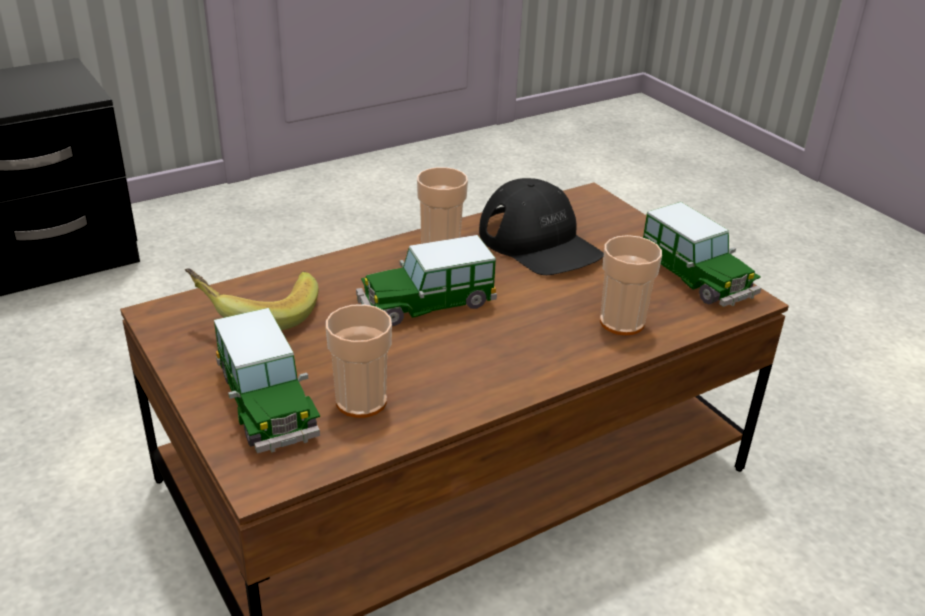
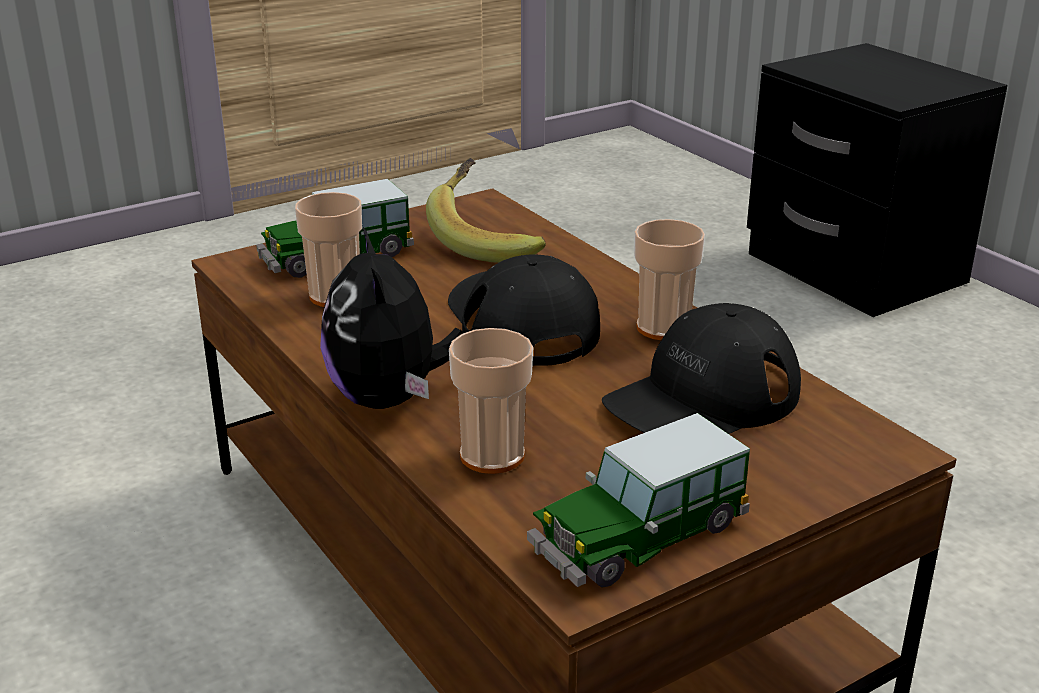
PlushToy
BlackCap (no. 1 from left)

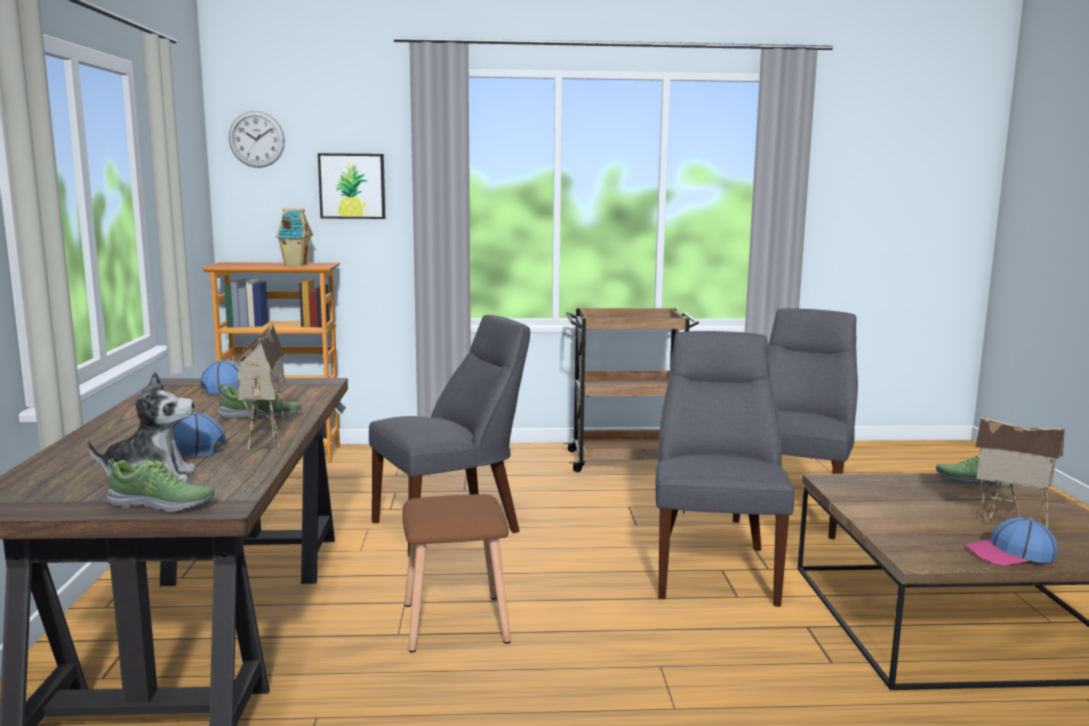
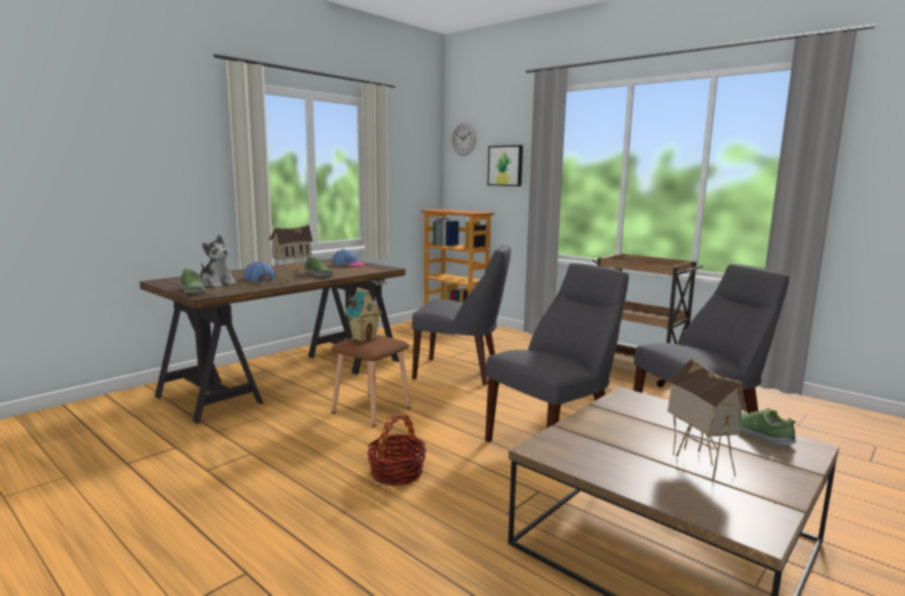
Cap (no. 3 from left in the first image)
Basket
ToyHouse (no. 2 from left)

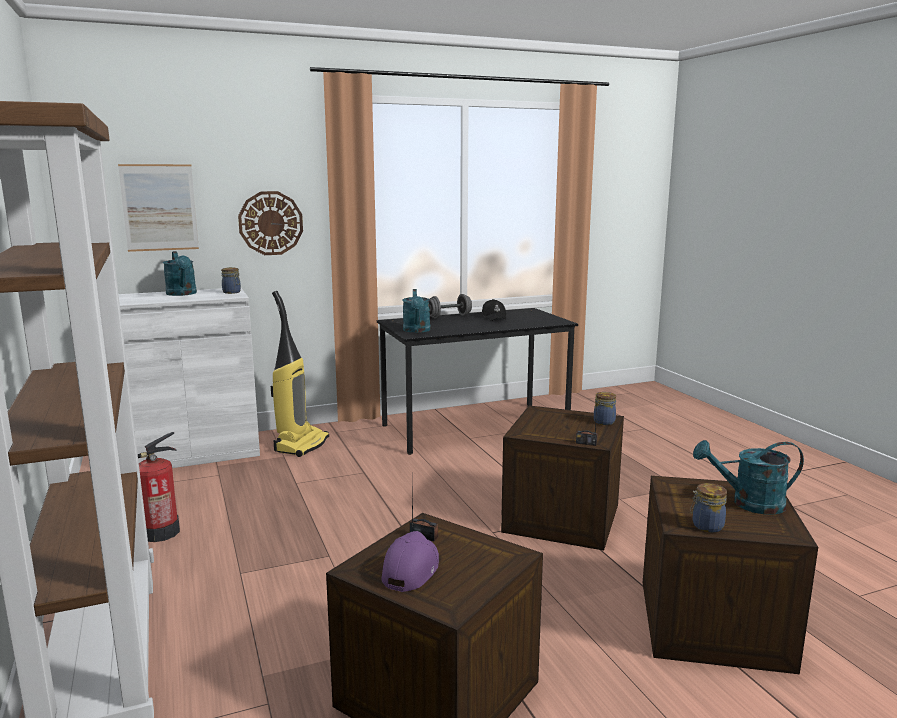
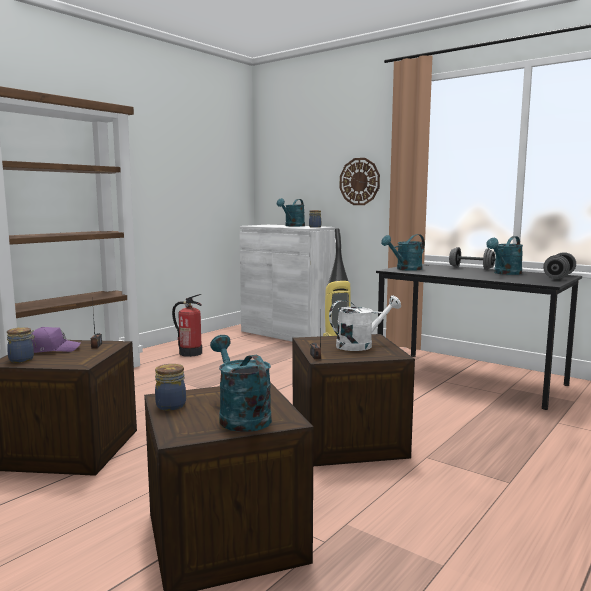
Picture
WhiteWateringCan
GreyDumbbell (no. 2 from left)
Jar (no. 1 from left)
TurquoiseWateringCan (no. 4 from left)

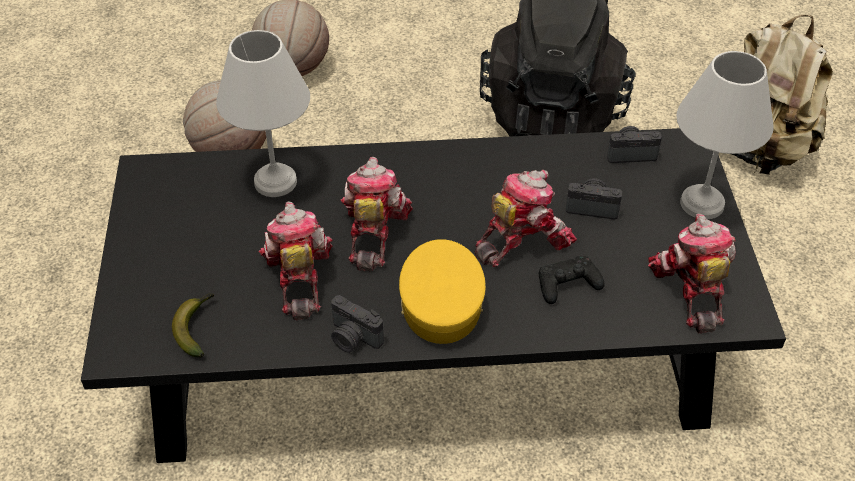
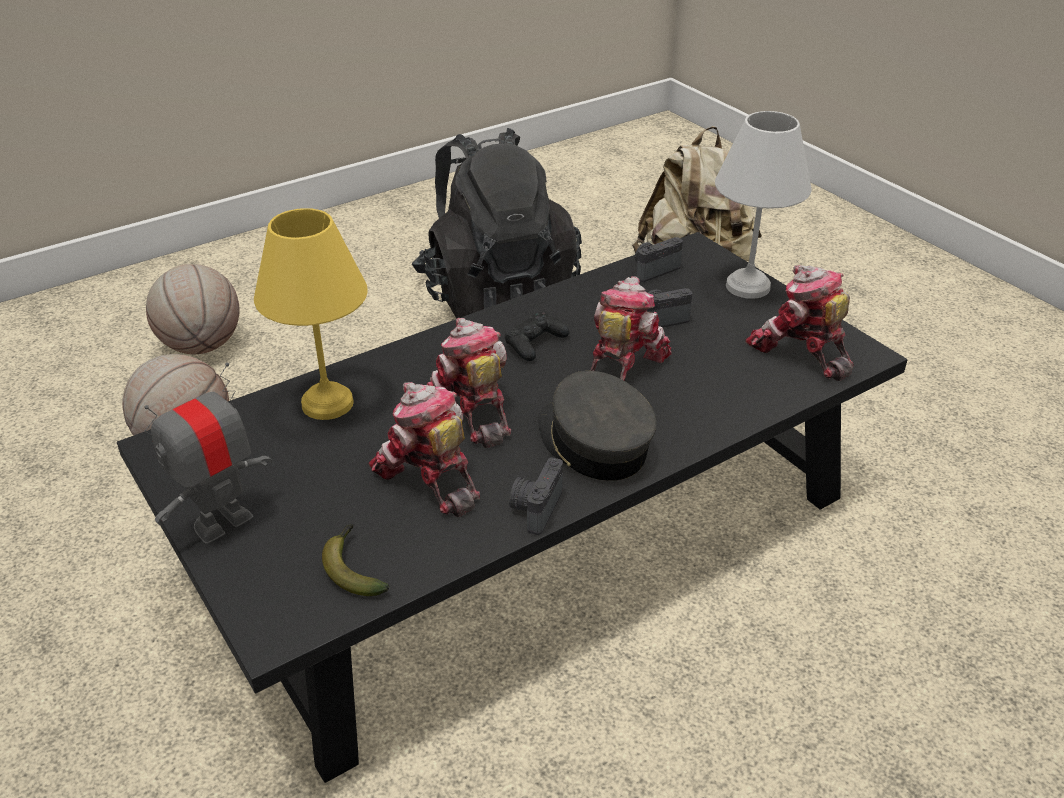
ToyRobot (no. 1 from left)
BlackGameController
YellowTableLamp
GreyCap
PhotoCamera (no. 1 from left)

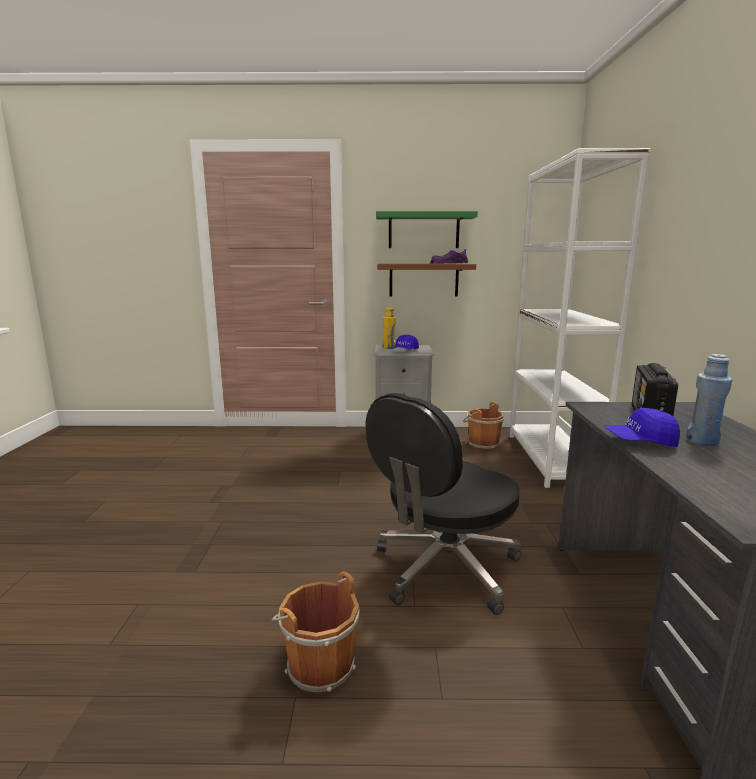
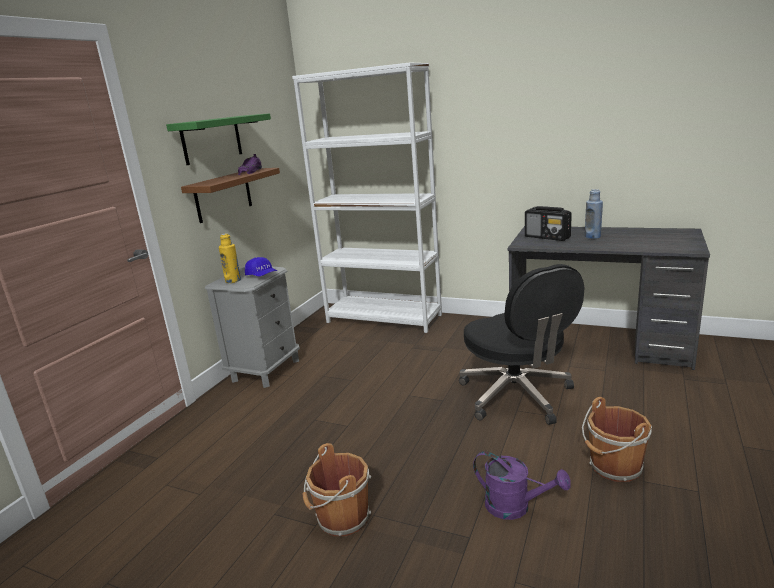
BlueCap (no. 2 from left in the first image)
PurpleWateringCan
BrownBucket (no. 1 from left)

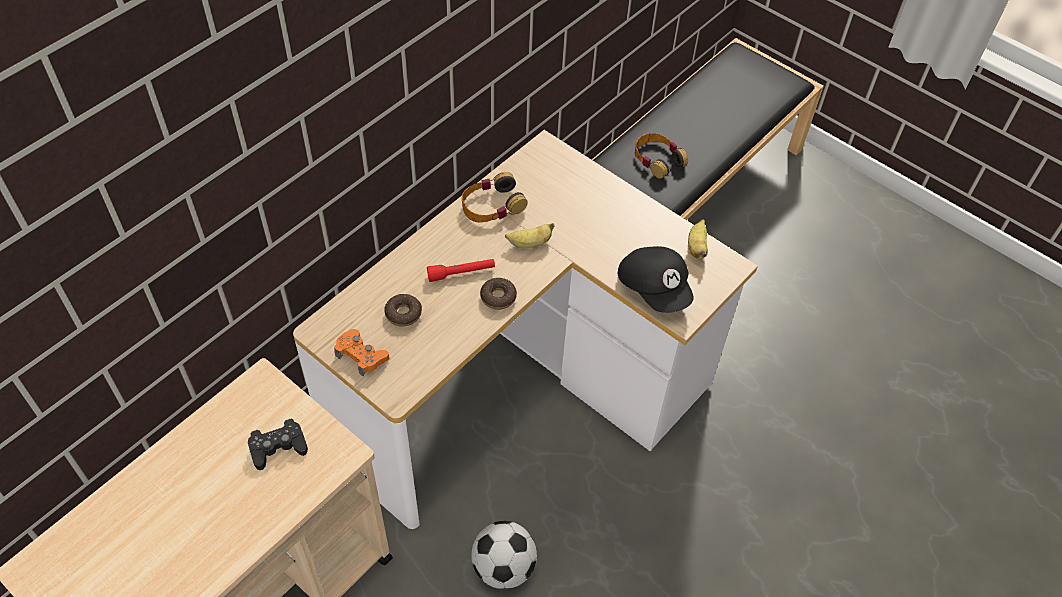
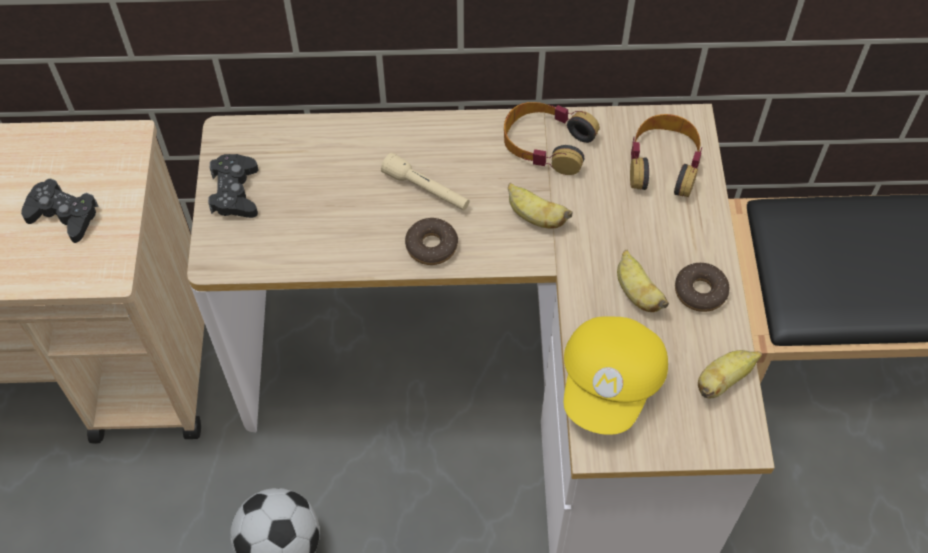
Banana (no. 2 from left)
Donut (no. 2 from left)
Headphones (no. 2 from left)
BlackGameController (no. 2 from left)
BeigeFlashlight
YellowCap

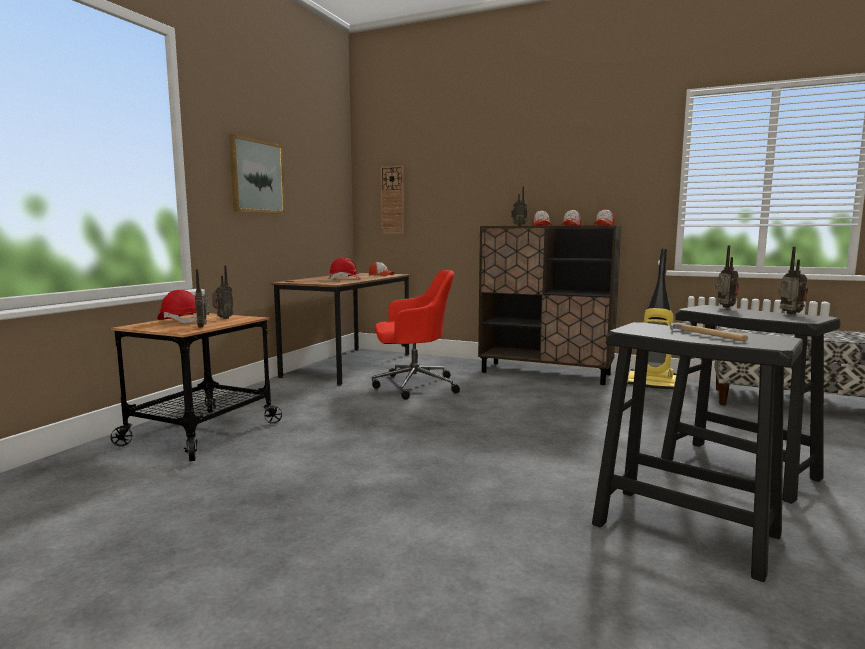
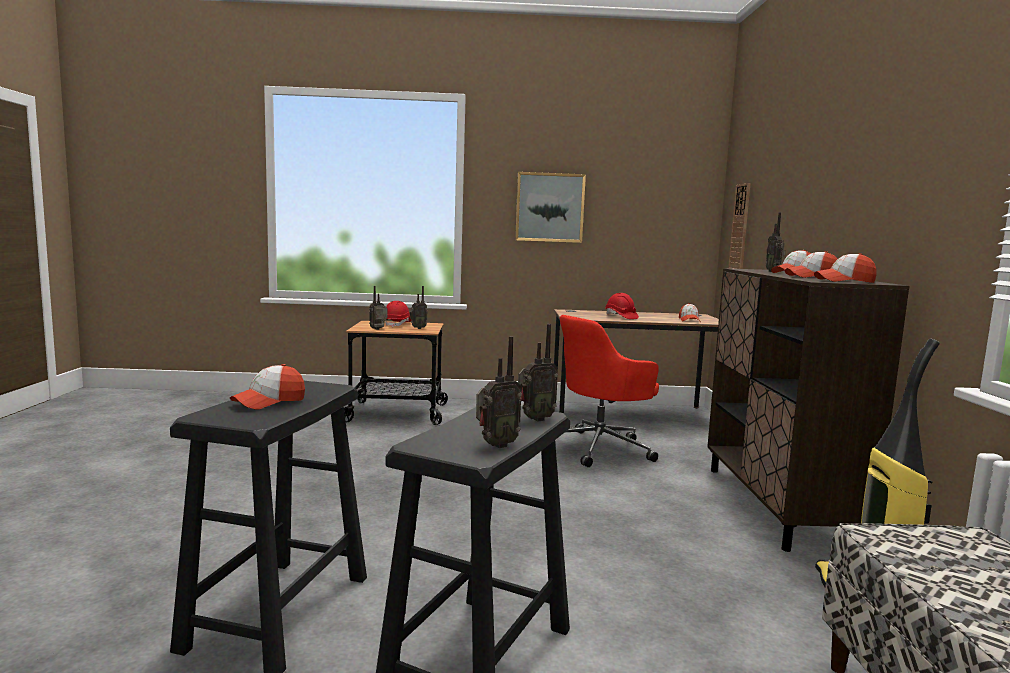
Cap (no. 1 from left)
RedOfficeChair

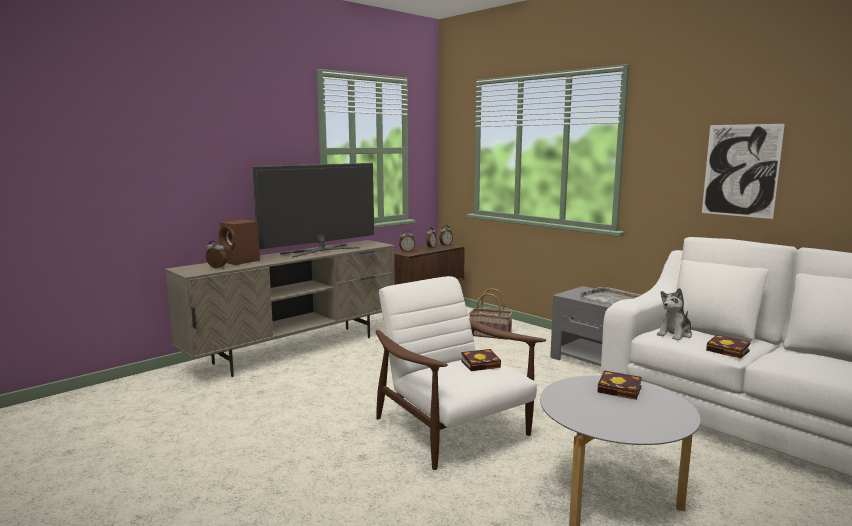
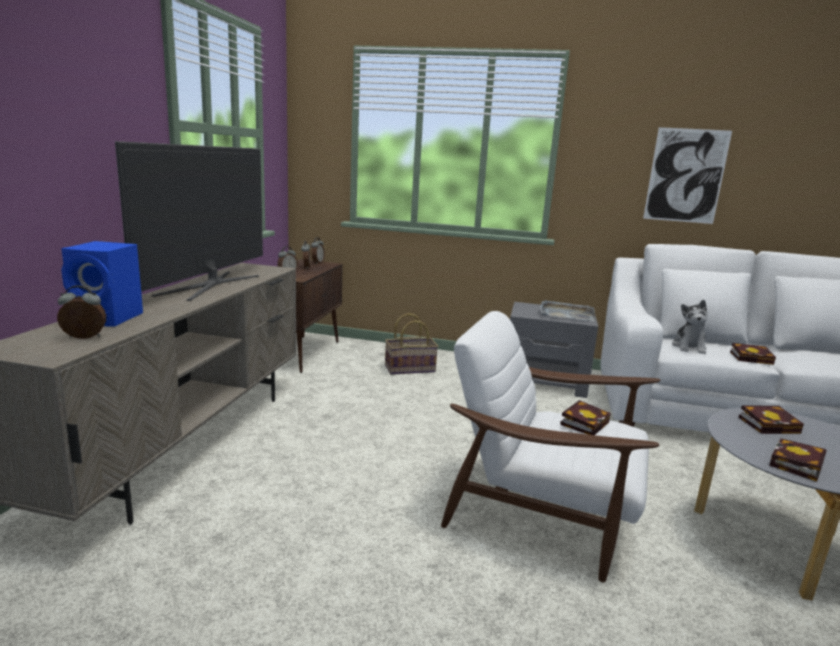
Book (no. 4 from left)
BlueSpeaker

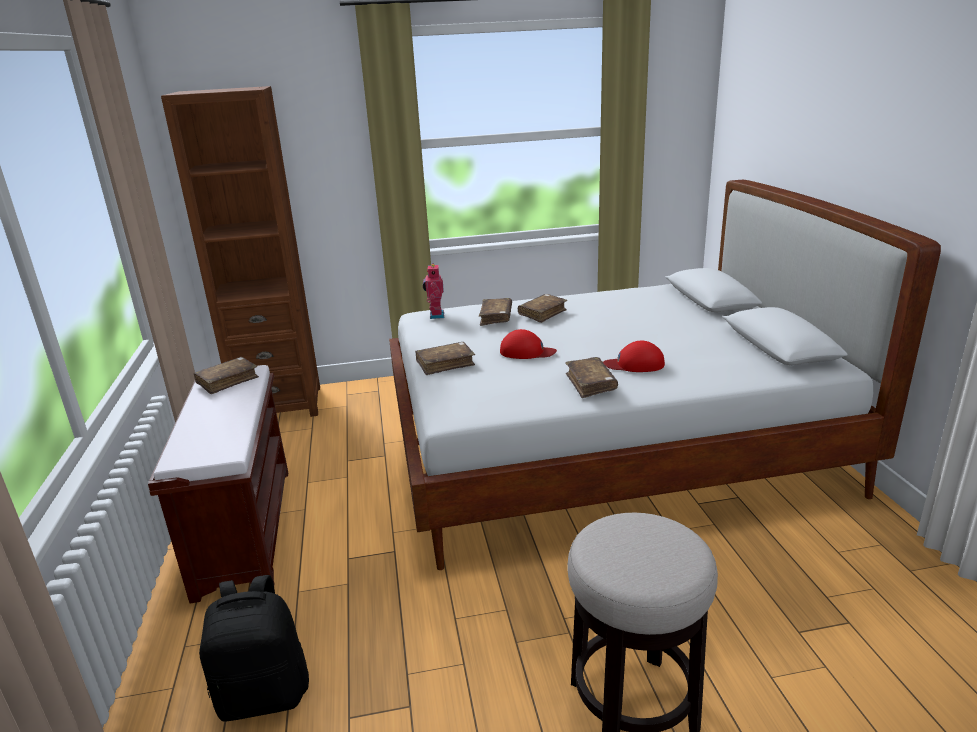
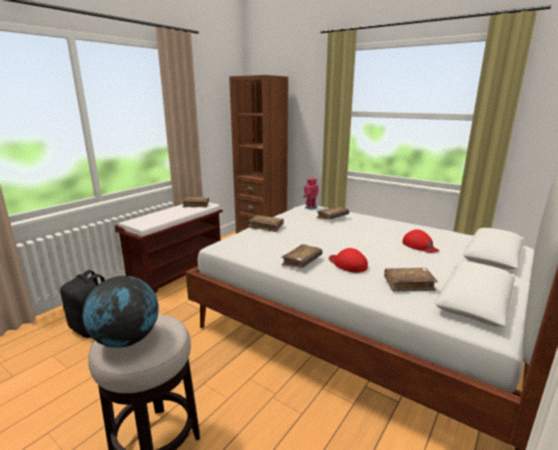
Globe
RedCap (no. 2 from left)
BrownBook (no. 5 from left)

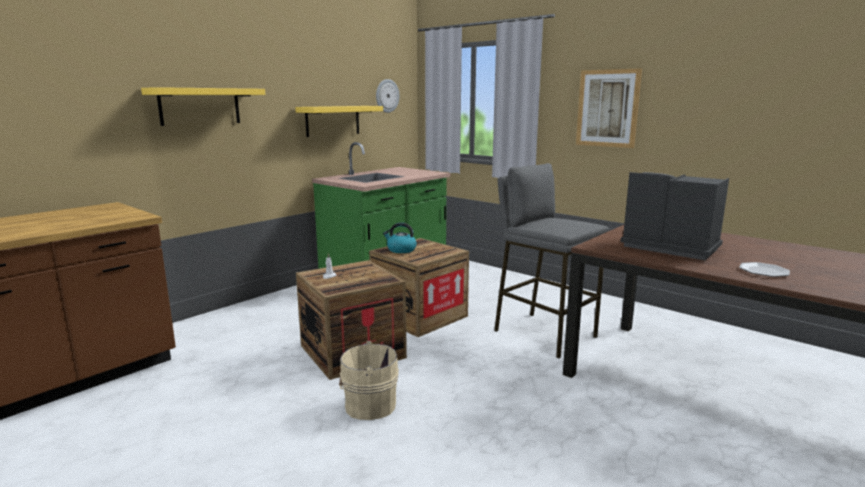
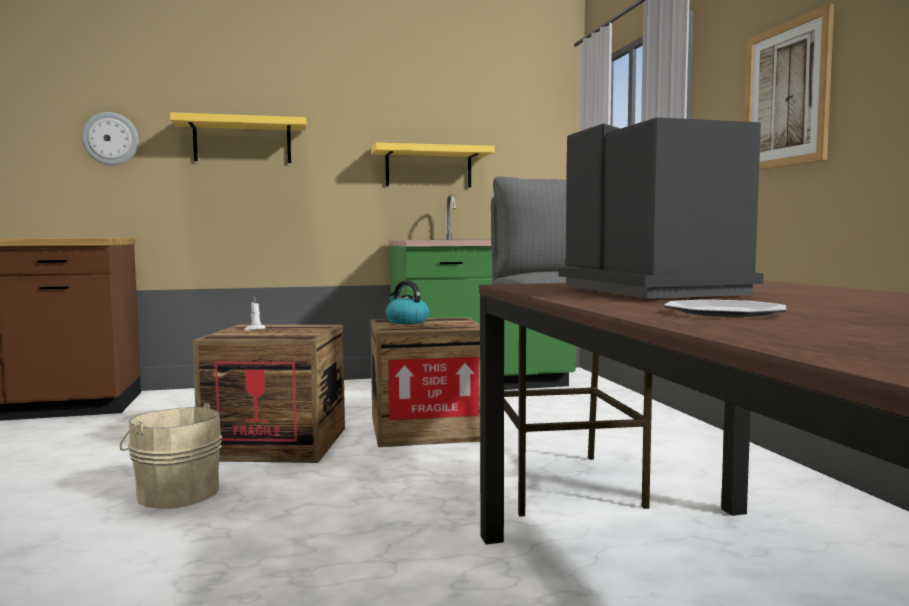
WallClock

